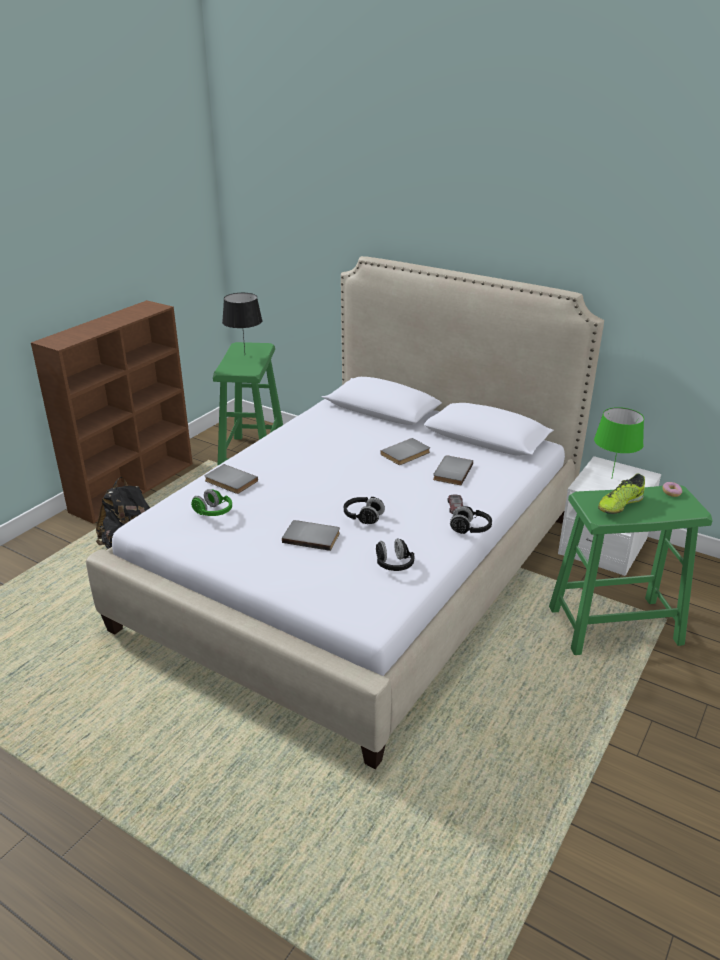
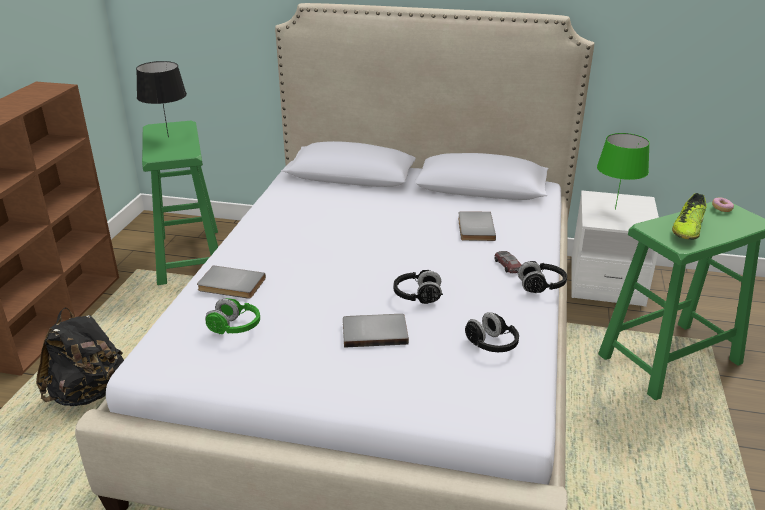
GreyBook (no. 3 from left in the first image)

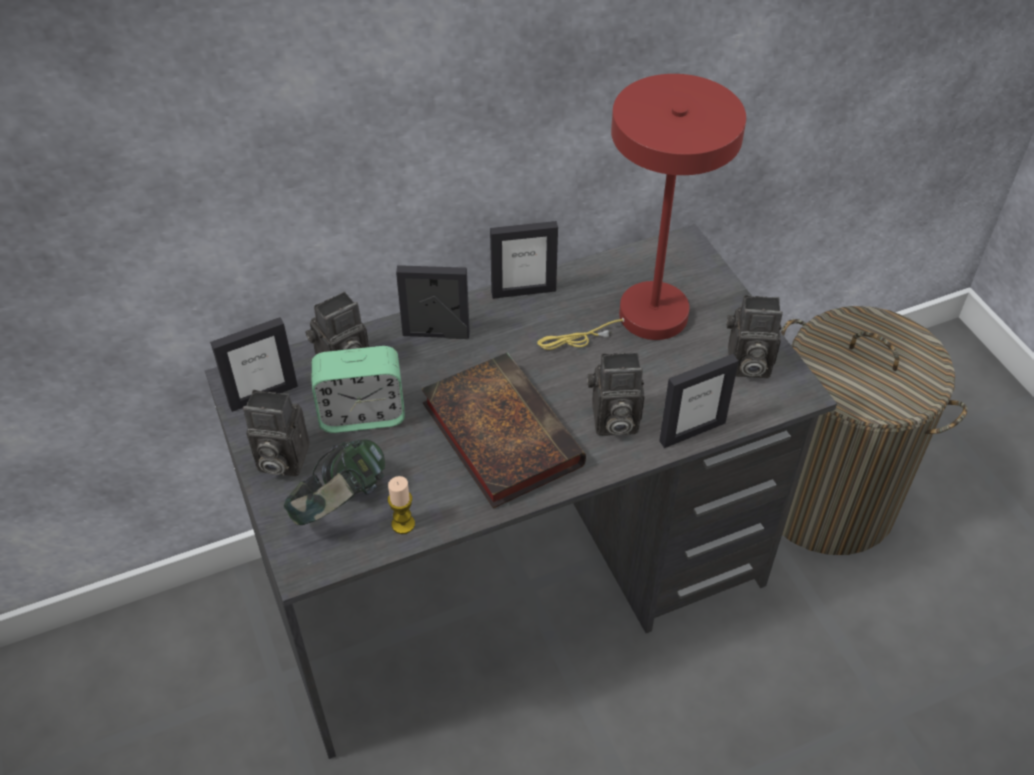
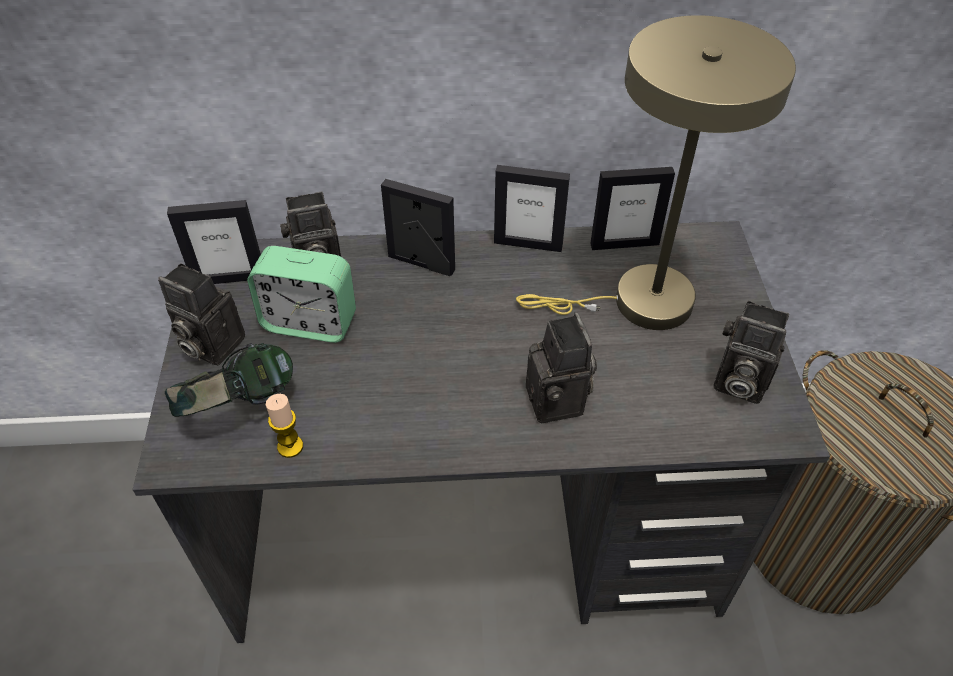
Book
PictureFrame (no. 4 from left)
BeigeTableLamp
PhotoCamera (no. 3 from left)

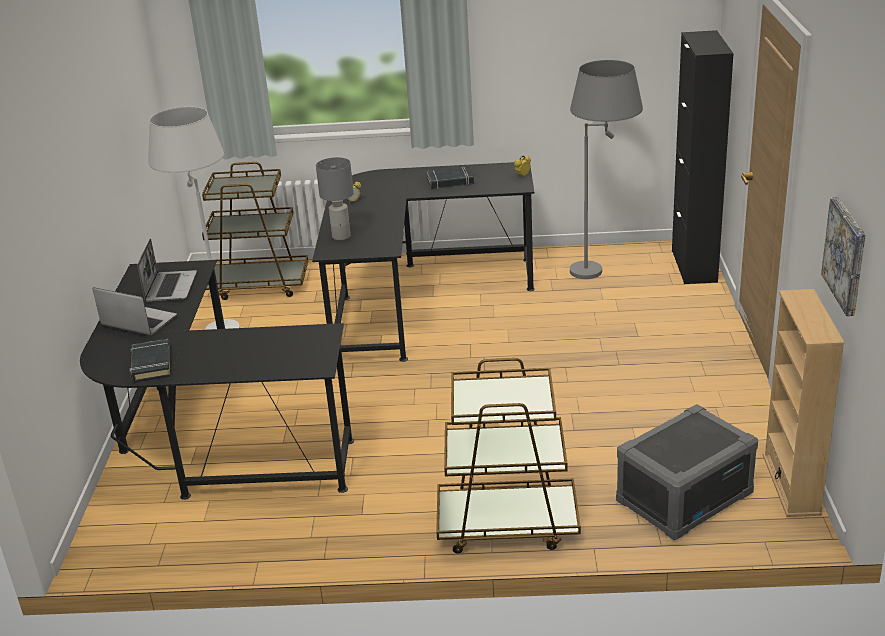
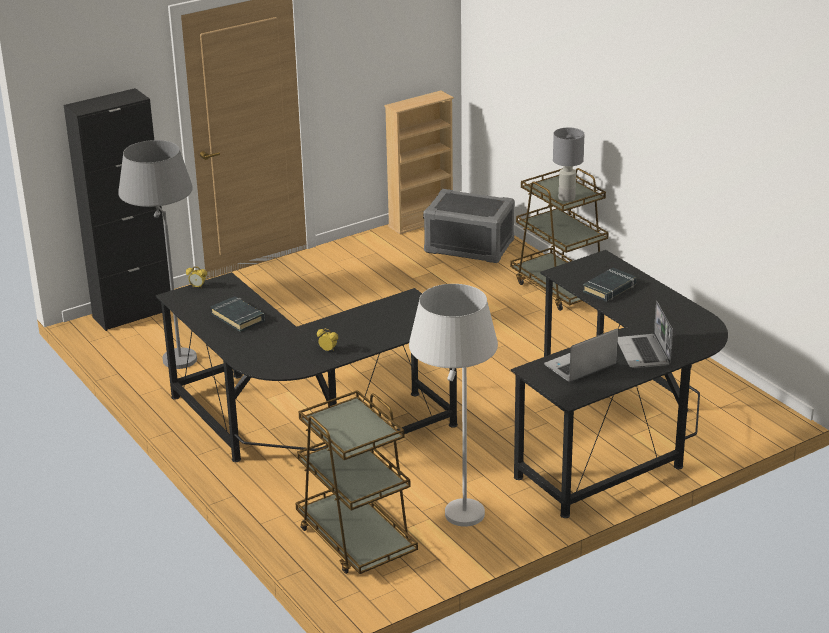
Picture
BlackBook (no. 2 from left)
GreyTableLamp

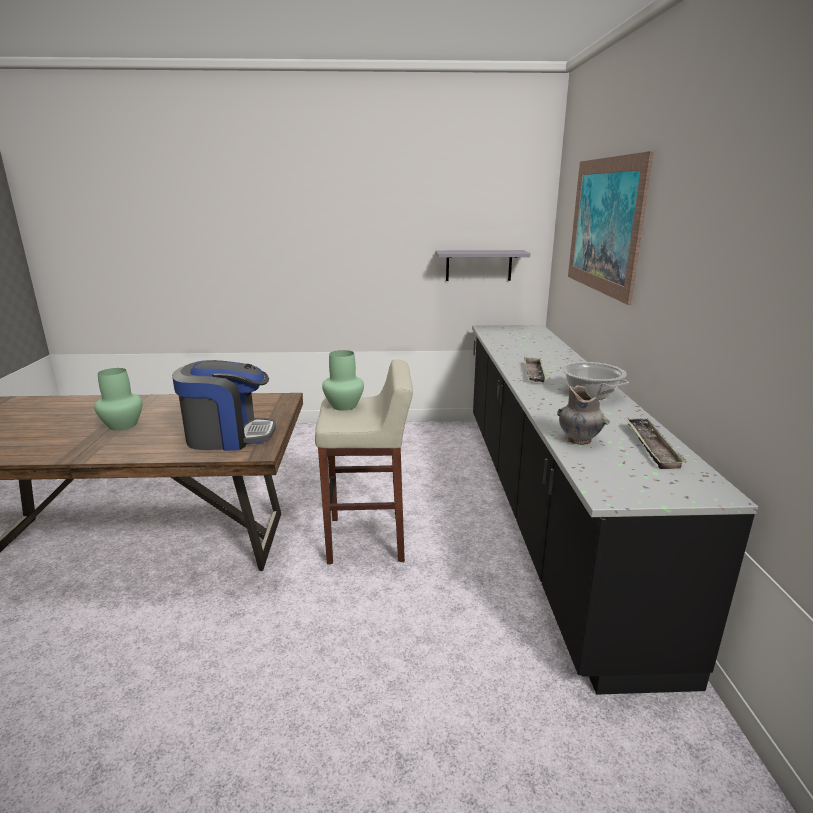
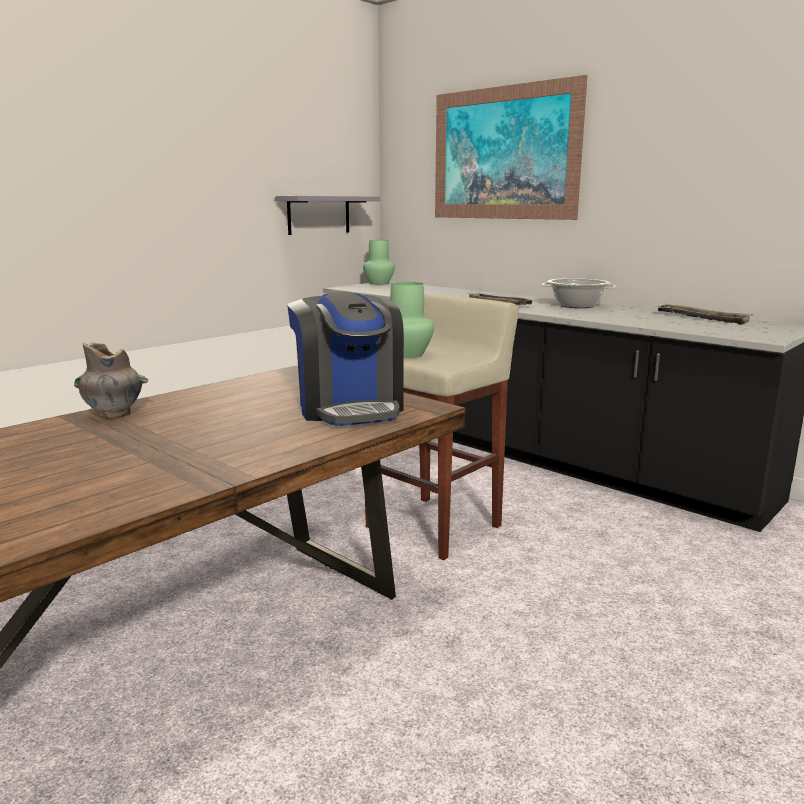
GreenVase (no. 1 from left)
GreyVase
CoffeeMachine

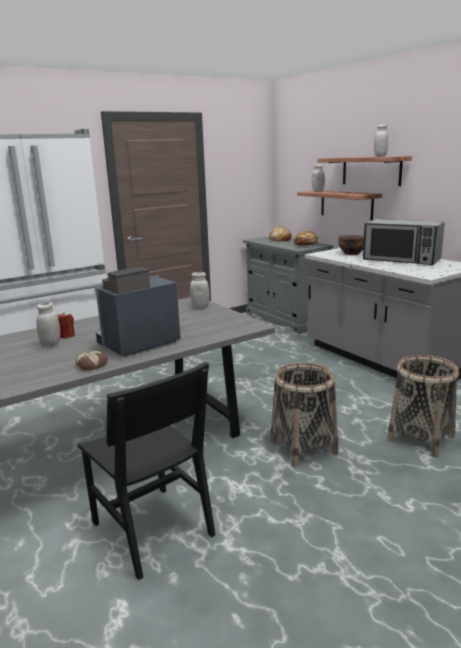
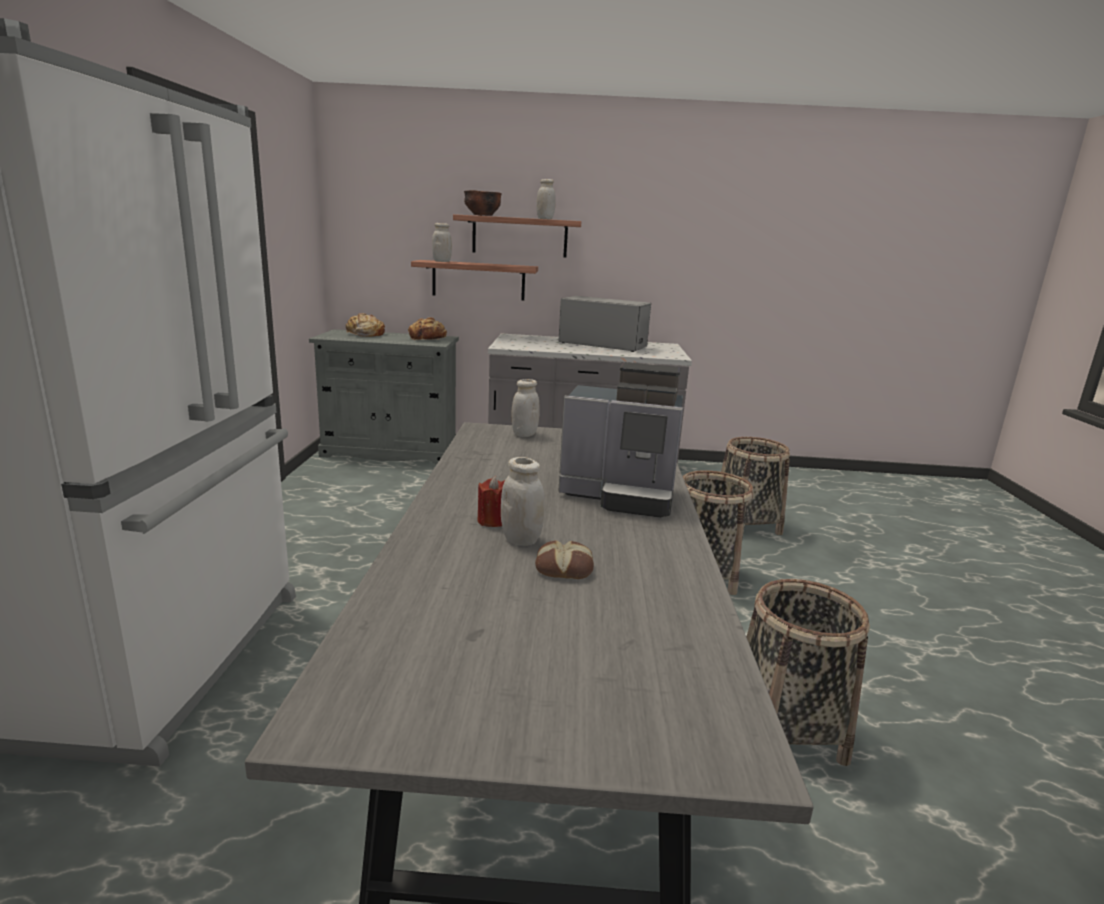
Bread (no. 3 from left)
BrownBowl
Basket (no. 3 from left)
CoffeeMachine
Microwave

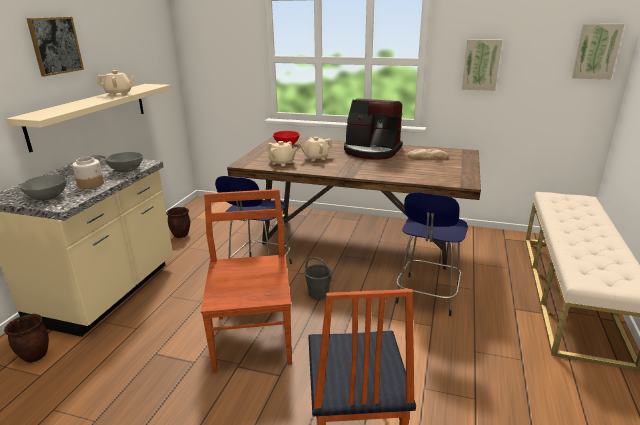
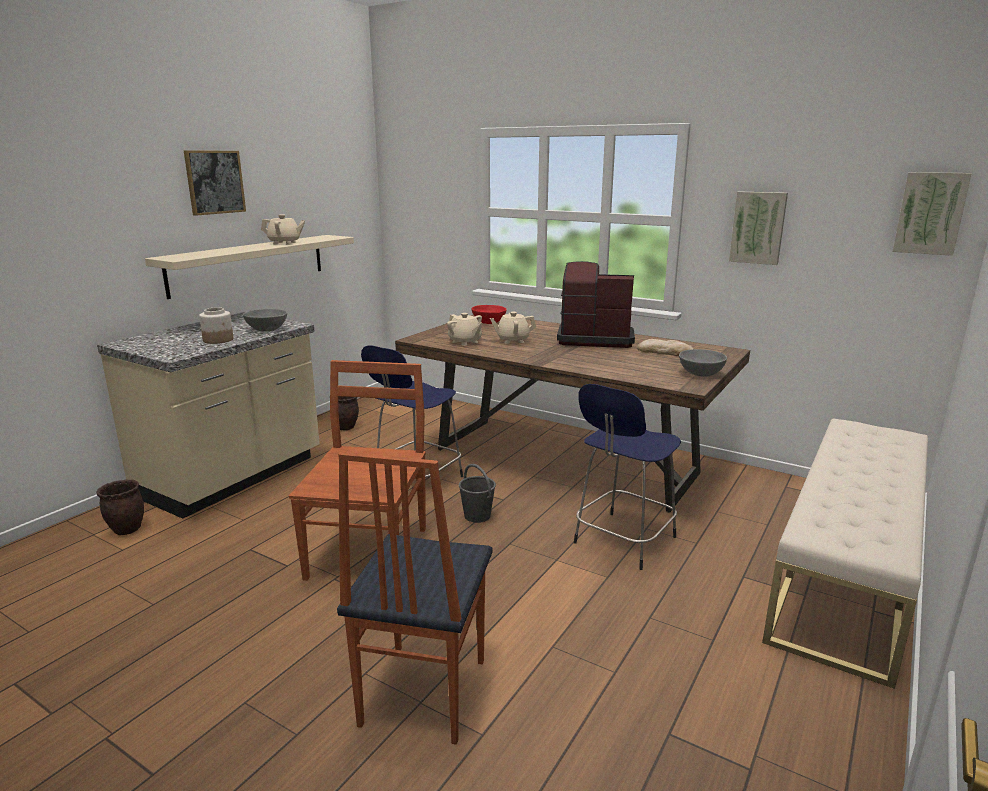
GreyBowl (no. 2 from left)
CoffeeMachine

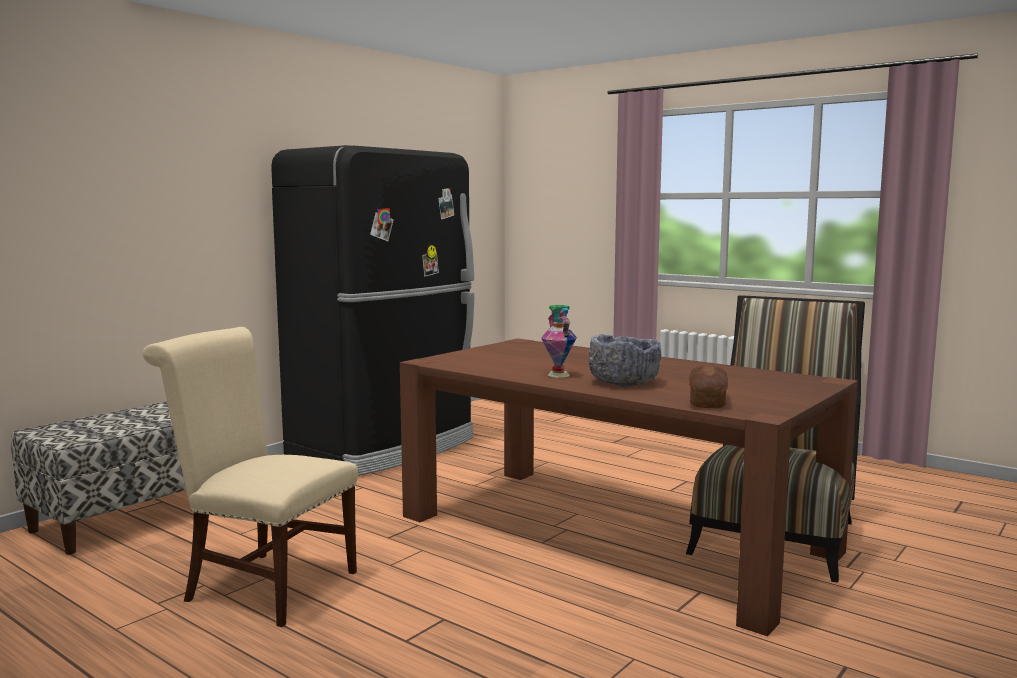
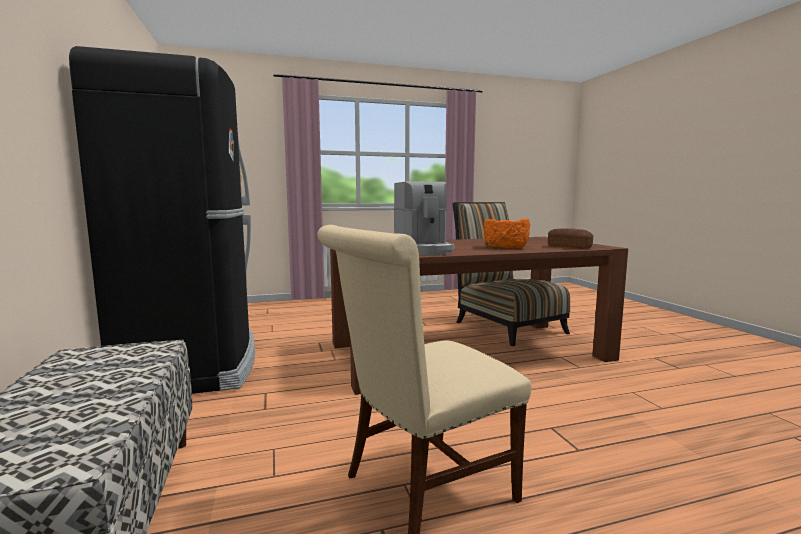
Vase
CoffeeMachine
OrangeBowl

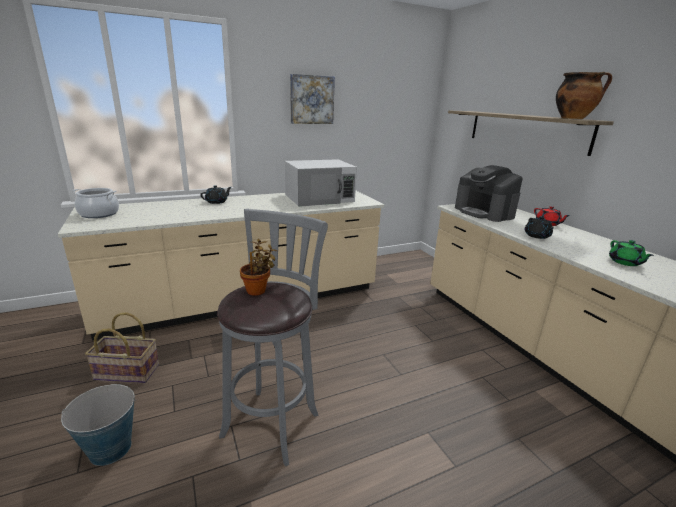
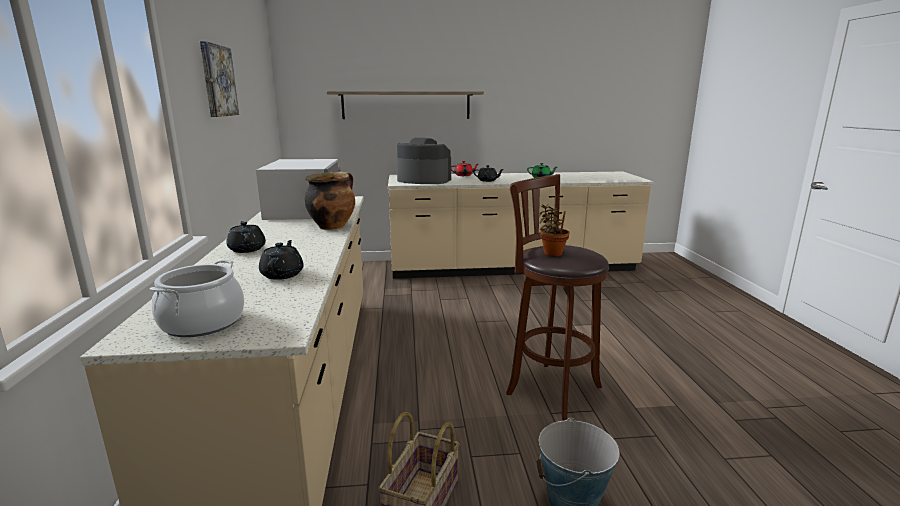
BlackTeapot (no. 2 from left)
CookingPot (no. 2 from left)
BrownStool
CoffeeMachine

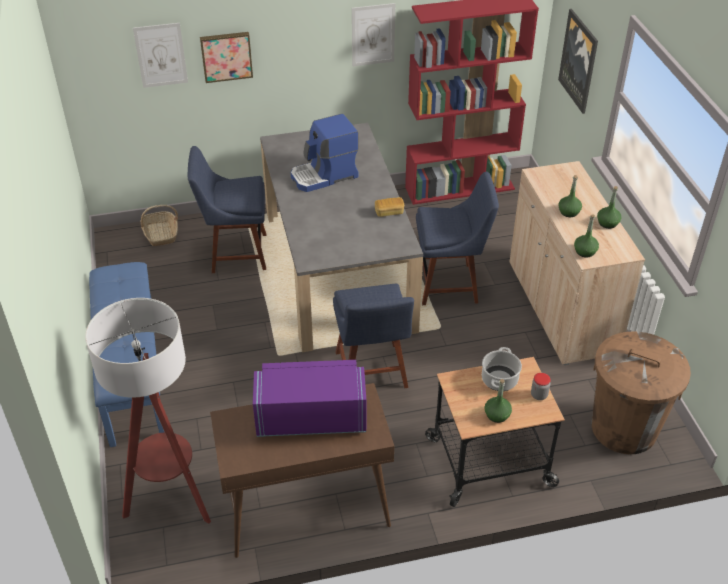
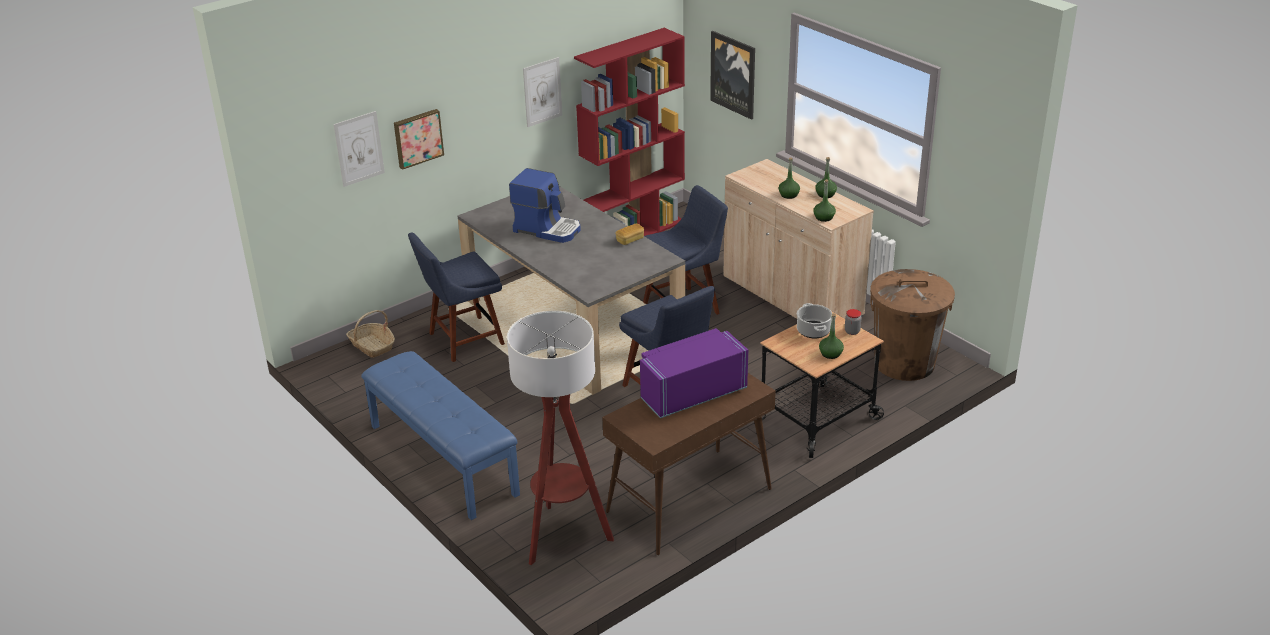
CoffeeMachine

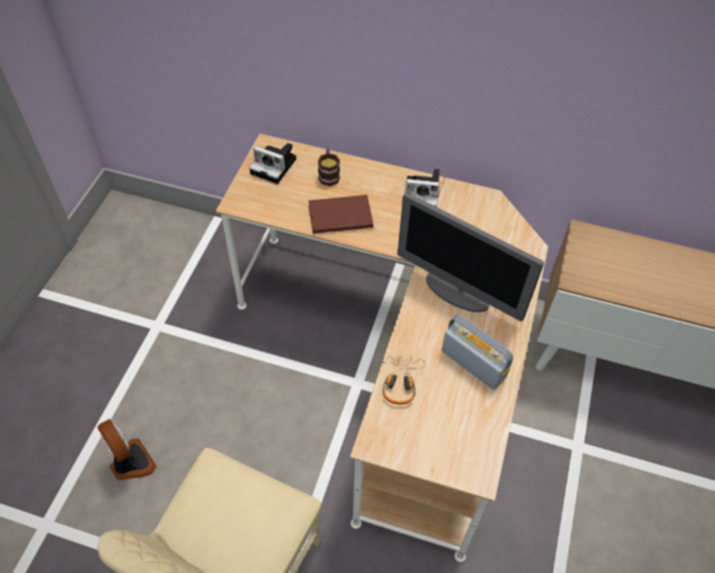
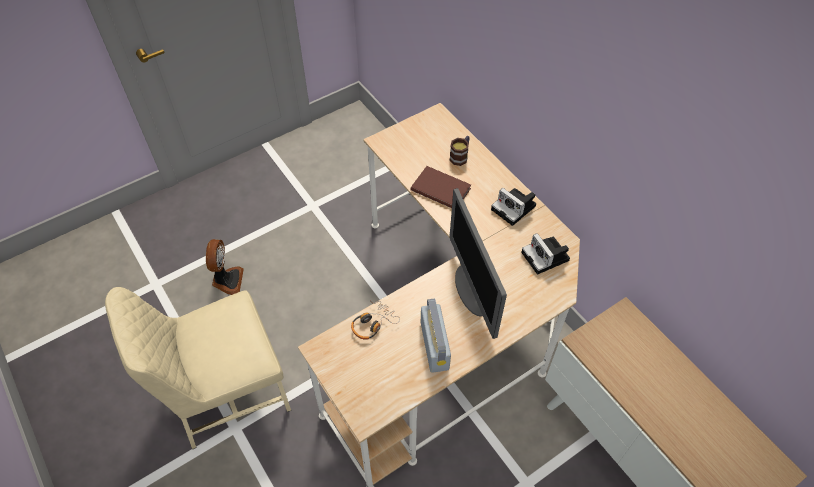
PhotoCamera (no. 2 from left)

